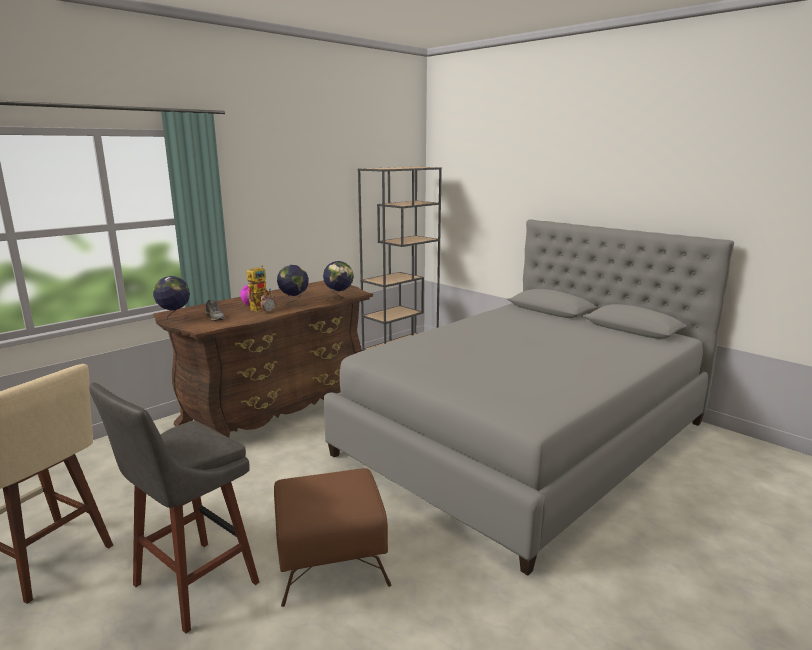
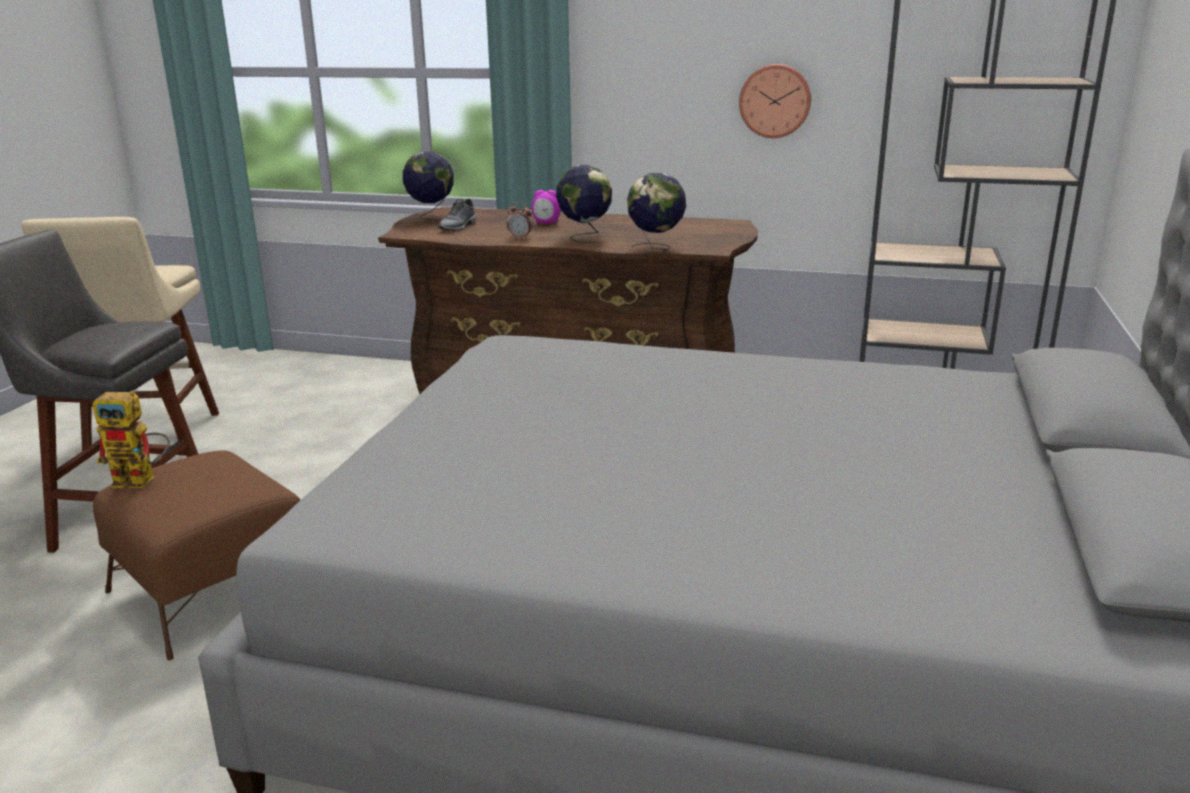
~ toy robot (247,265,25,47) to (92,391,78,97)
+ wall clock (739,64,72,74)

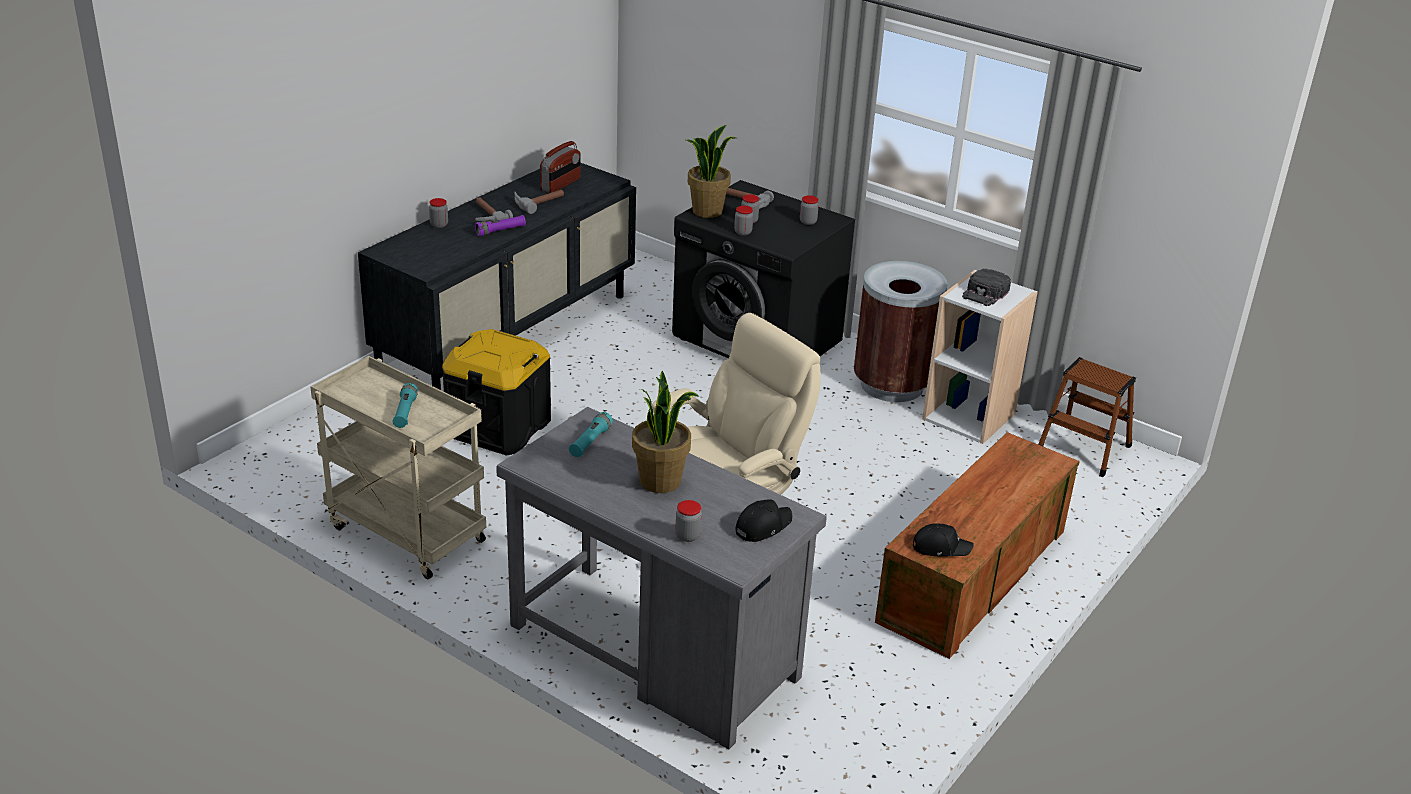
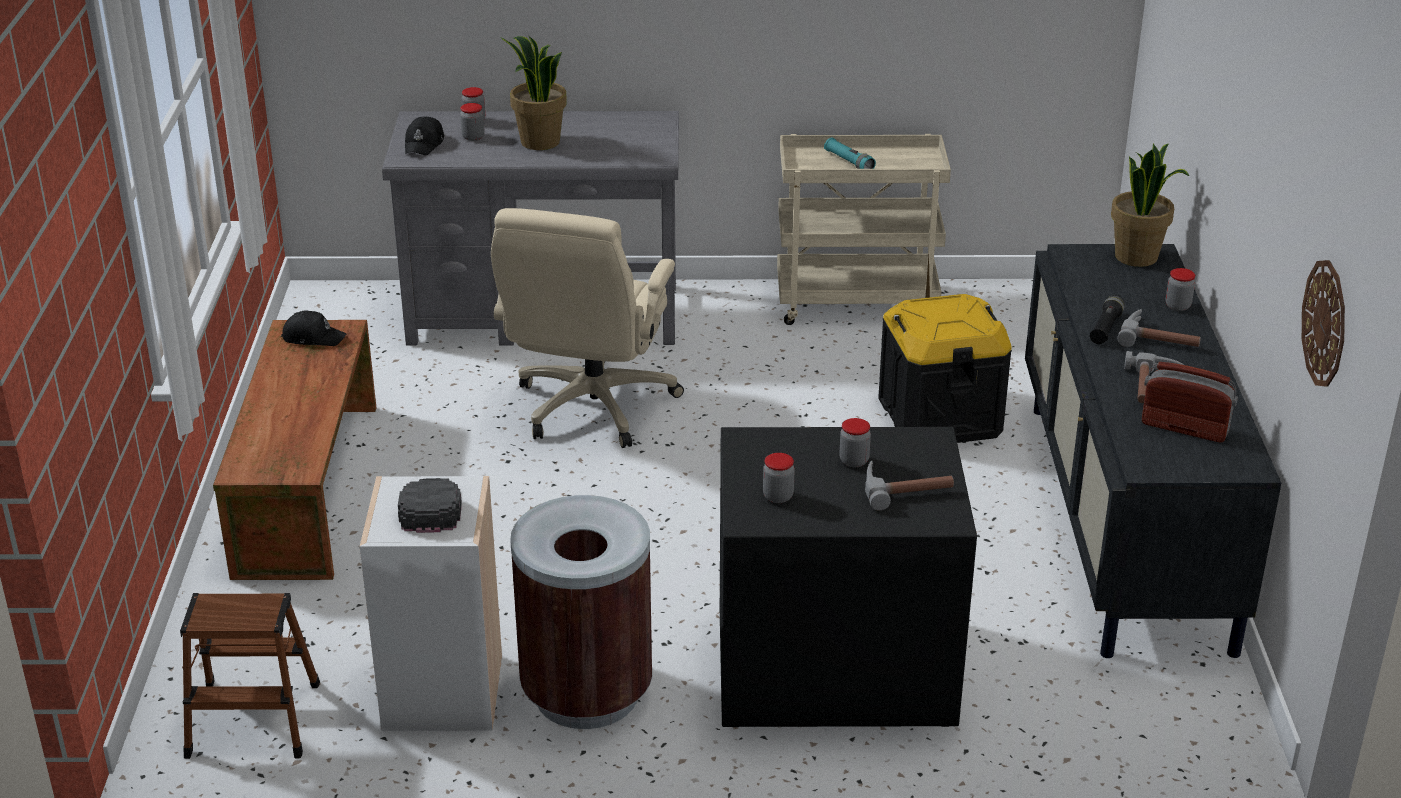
~ flashlight (purple) (475,215,51,21) to flashlight (black) (1090,295,35,49)
~ radio (540,141,41,52) = (1142,362,96,80) 120 degrees clockwise
- flashlight (turquoise) (569,412,44,45)
~ potted plant (686,125,50,93) to (1111,143,78,124)
~ jar (734,206,19,30) to (460,103,24,38)
~ cap (black) (913,523,61,34) = (281,311,66,35) 135 degrees counterclockwise
+ wall clock (1302,260,43,127)

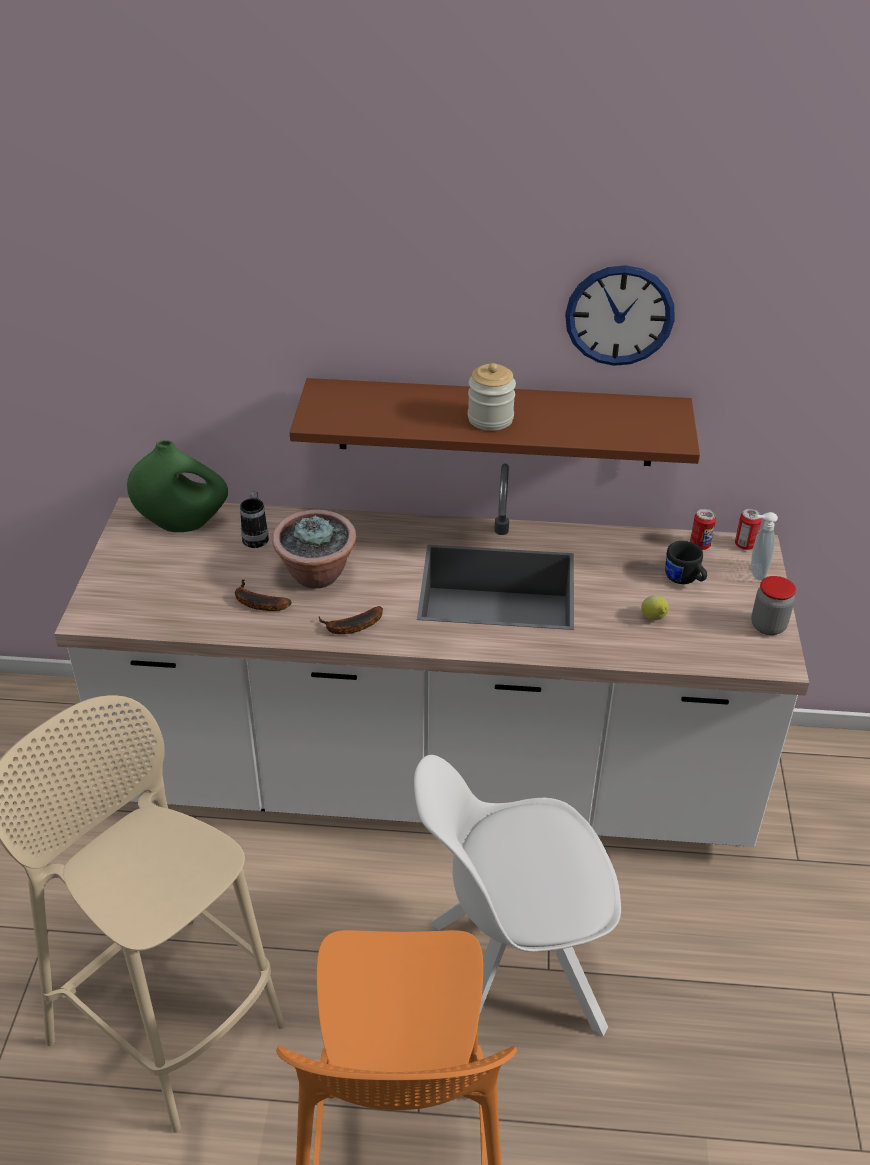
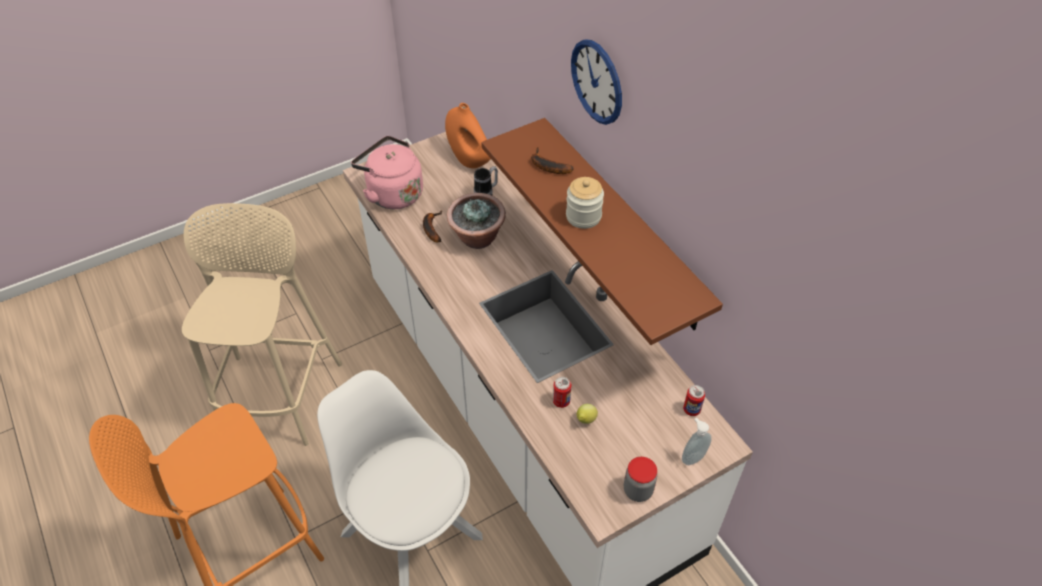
~ vase (green) (127,440,101,92) to vase (orange) (445,103,46,65)
~ banana (319,606,64,28) to (531,147,43,27)
~ wall clock (565,265,110,101) to (571,39,51,86)
- mug (black) (665,541,42,43)
~ can (735,509,27,41) to (553,377,18,31)
+ kettle (pink) (351,136,72,73)

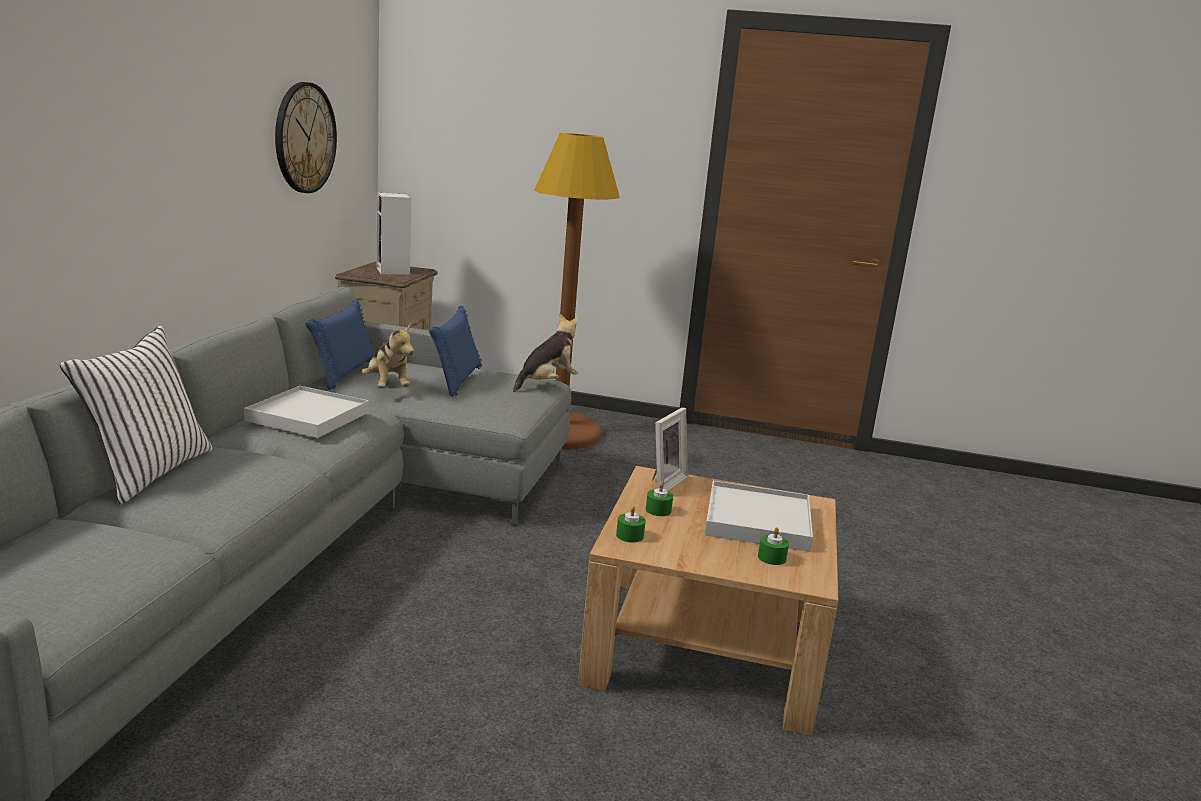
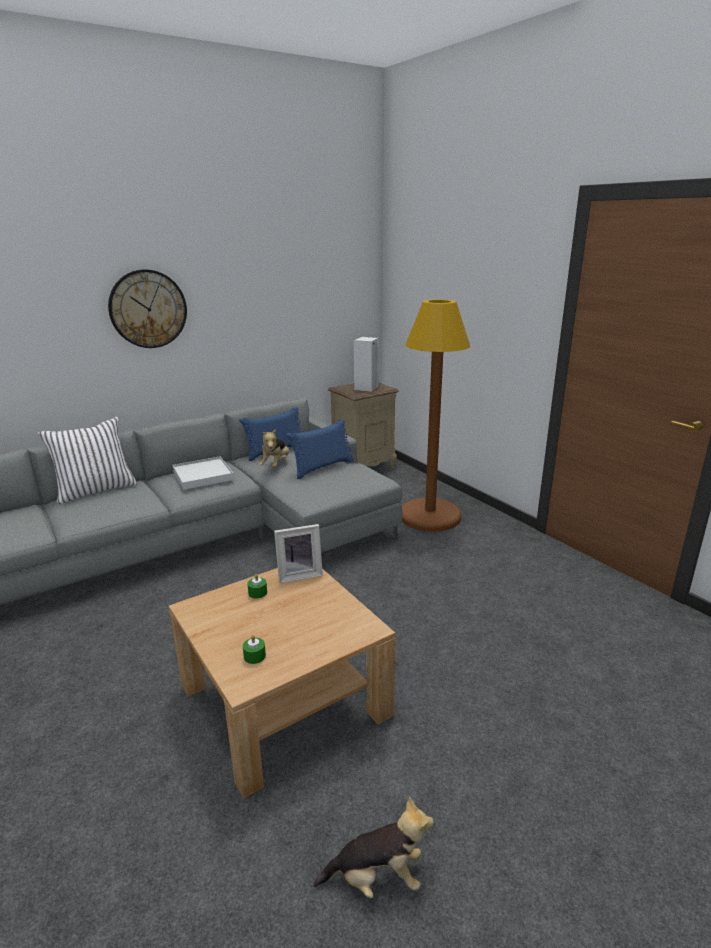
~ wall clock (275,82,62,111) to (108,269,79,79)
~ plush toy (513,313,66,79) to (313,796,121,103)
- candle (green) (616,506,30,36)
- tray (white) (705,481,108,71)

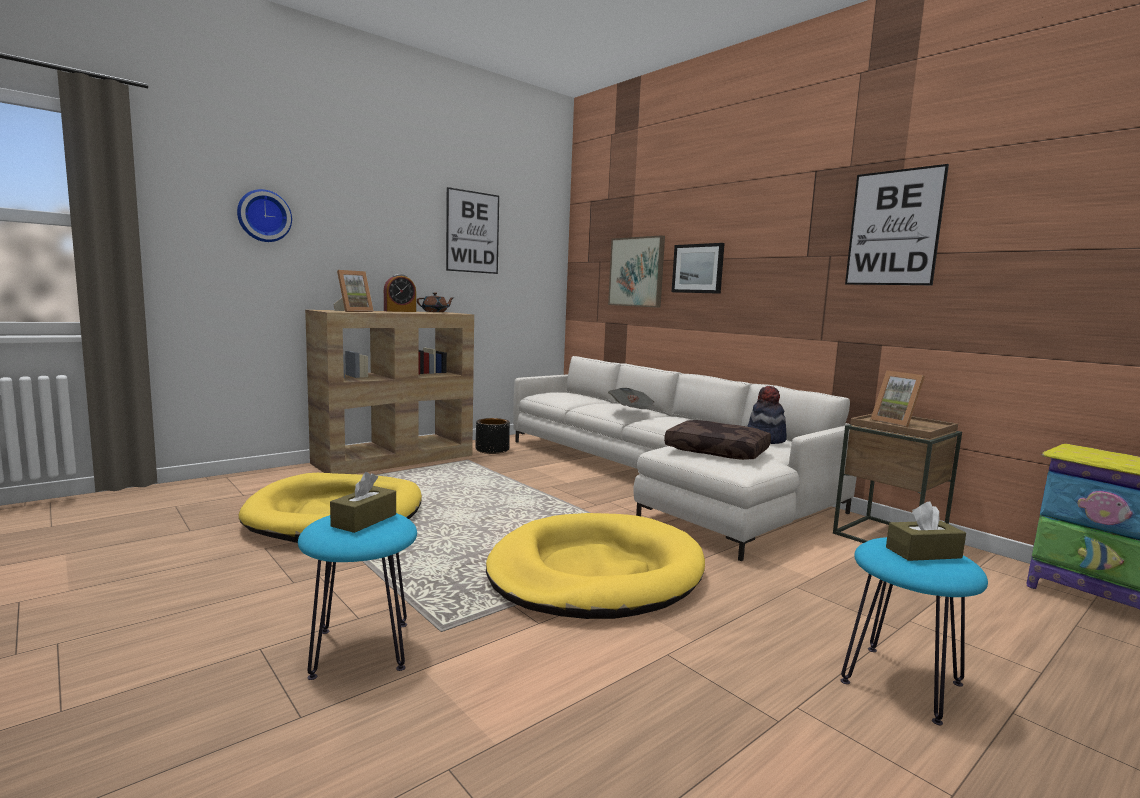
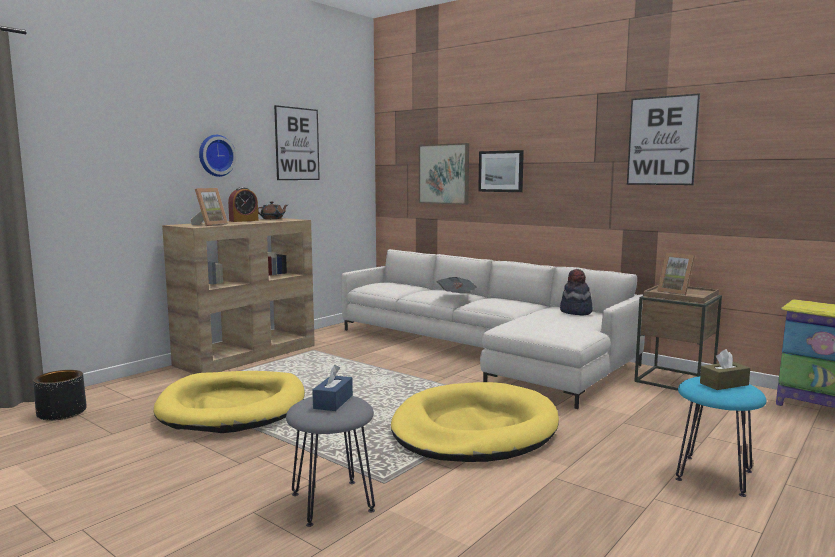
~ wall clock (237,189,55,53) to (199,135,37,42)
~ stool (turquoise) (298,513,119,167) to stool (grey) (286,396,89,131)
~ tissue box (brown) (330,472,66,61) to tissue box (blue) (312,365,41,46)
~ planter (black) (475,418,35,36) to (33,370,53,51)
- pillow (brown) (664,420,107,40)

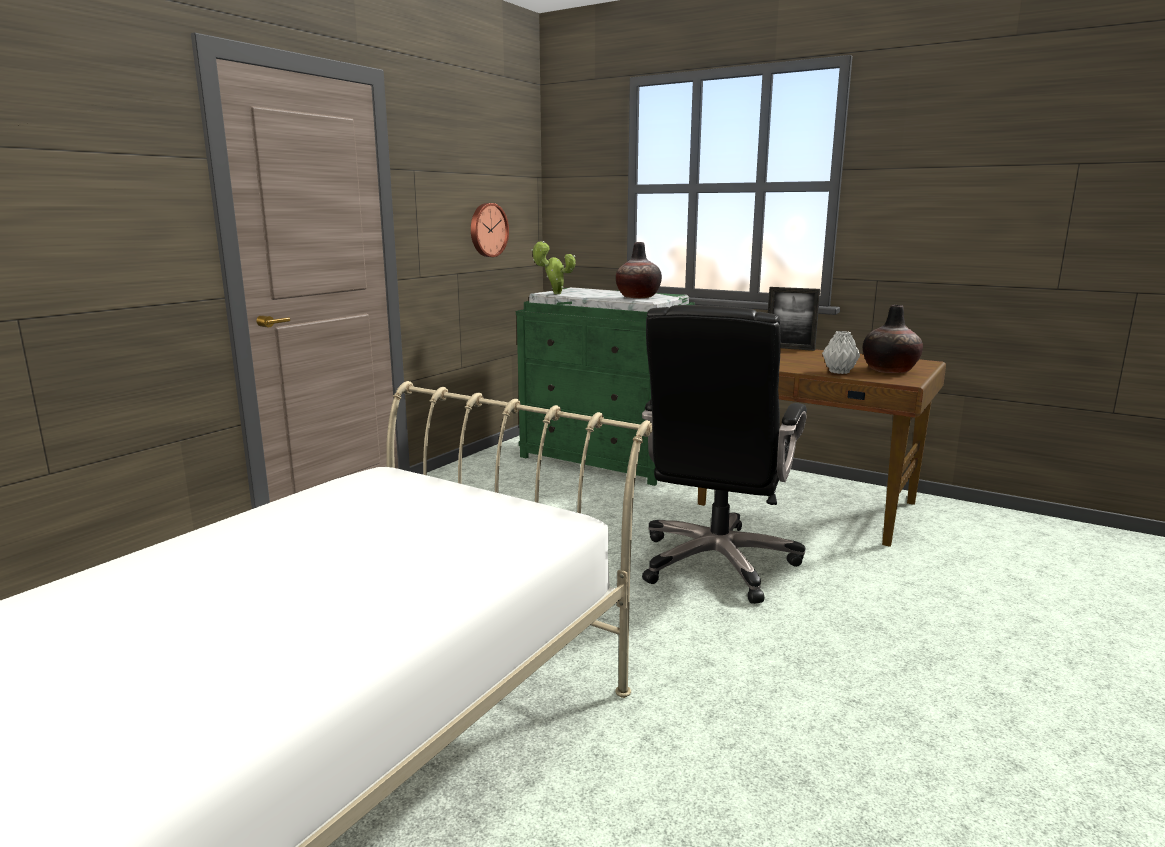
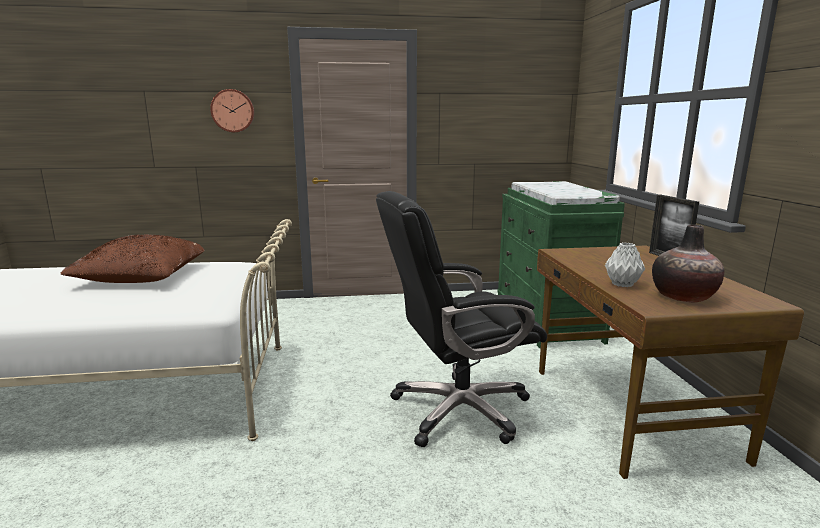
~ wall clock (471,203,38,54) to (210,89,44,43)
- potted plant (531,241,45,53)
- vase (616,242,46,56)
+ pillow (brown) (60,234,145,49)

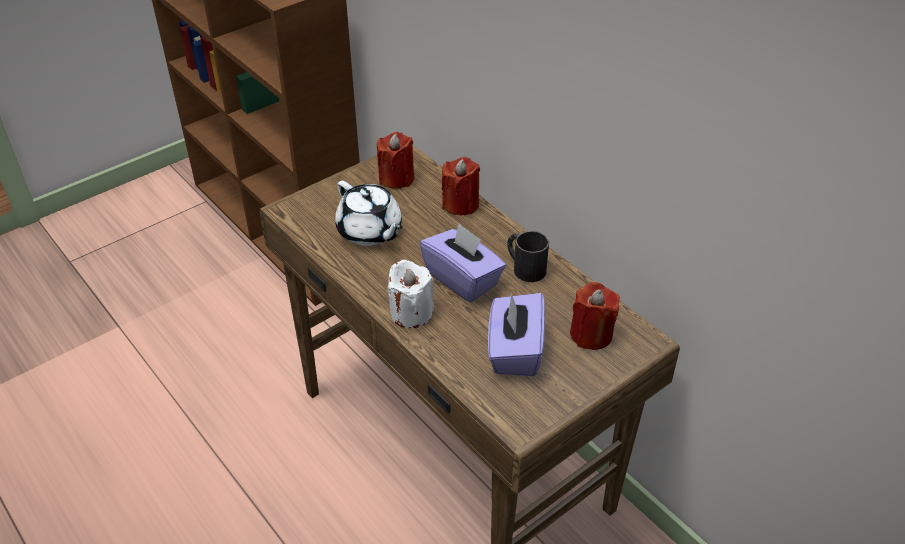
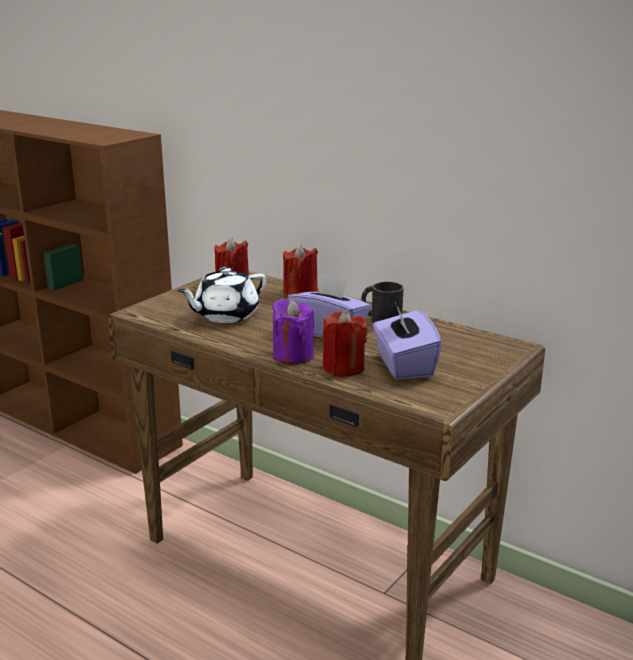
~ teapot (white) (335,181,67,65) = (177,267,89,56) 105 degrees clockwise
~ candle (white) (388,259,46,69) to candle (purple) (272,299,42,65)
~ candle (red) (570,282,50,68) to (322,310,45,66)

